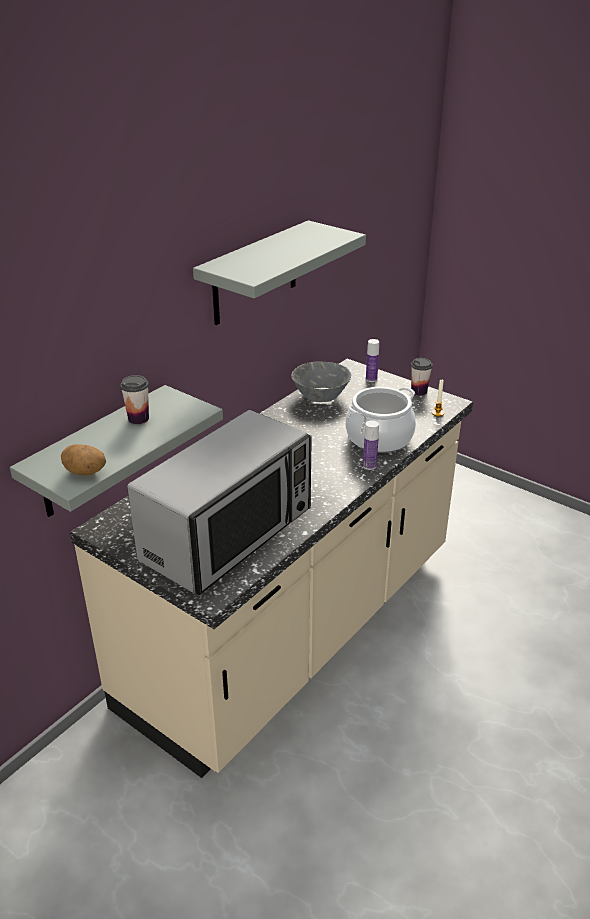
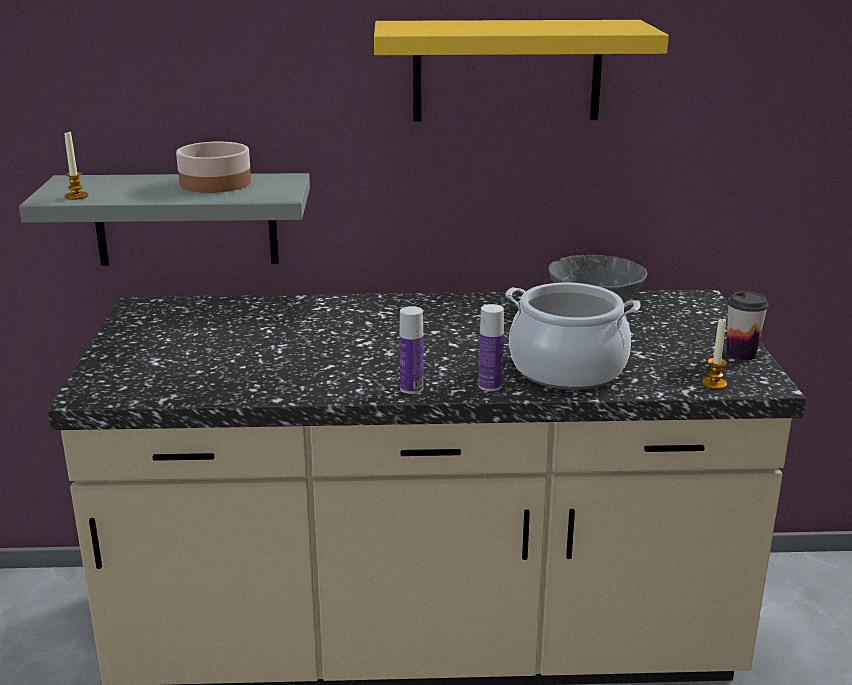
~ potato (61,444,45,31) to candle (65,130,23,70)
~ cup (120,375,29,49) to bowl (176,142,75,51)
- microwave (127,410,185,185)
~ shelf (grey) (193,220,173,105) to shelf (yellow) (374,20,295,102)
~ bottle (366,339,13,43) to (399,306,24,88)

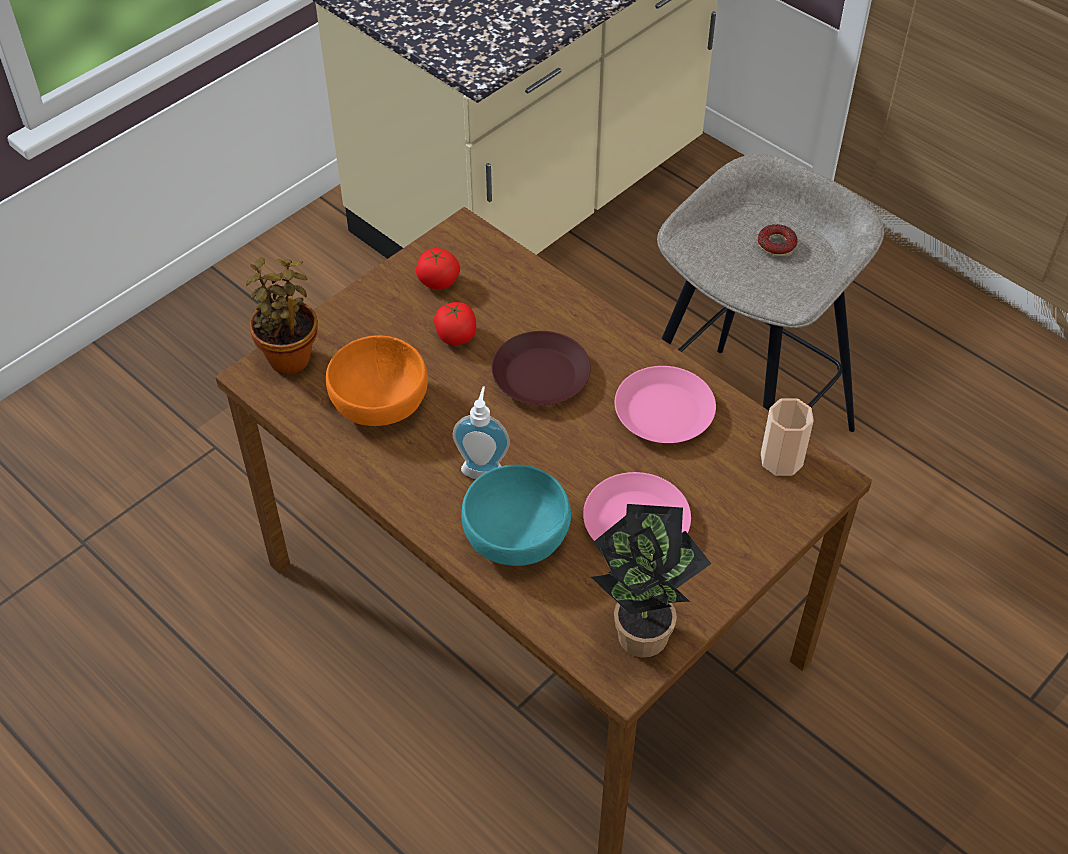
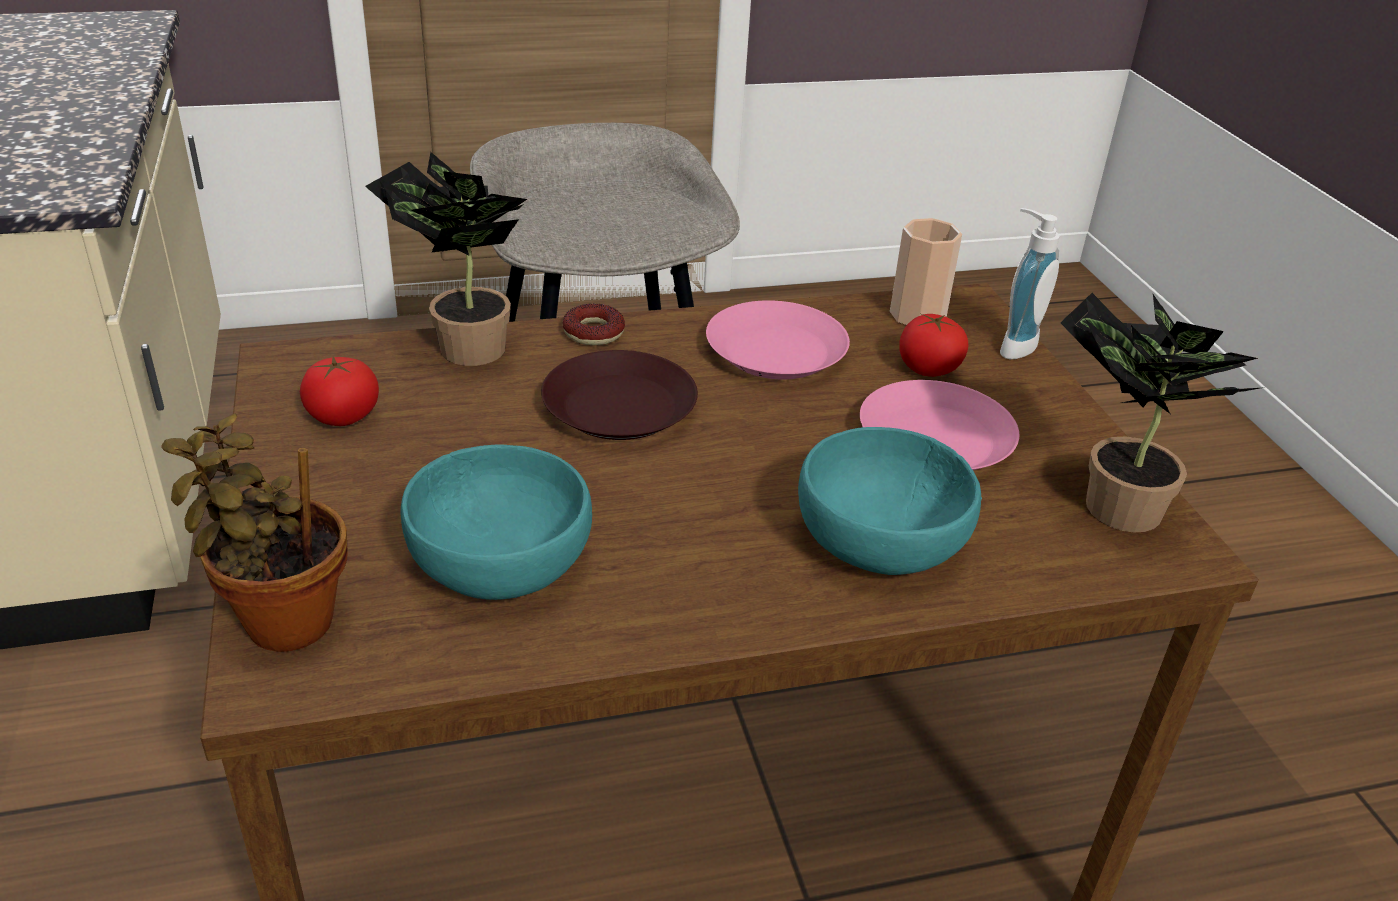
~ bowl (orange) (326,335,102,91) to bowl (turquoise) (400,444,192,156)
~ tomato (434,302,42,43) to (899,314,70,63)
~ soap dispenser (453,387,57,92) to (1000,208,60,151)
~ donut (758,224,40,32) to (563,304,62,42)
+ potted plant (365,152,162,214)

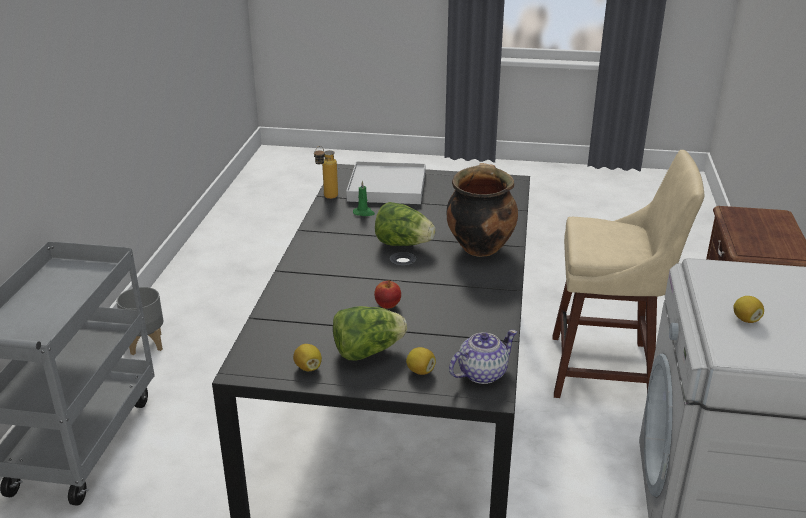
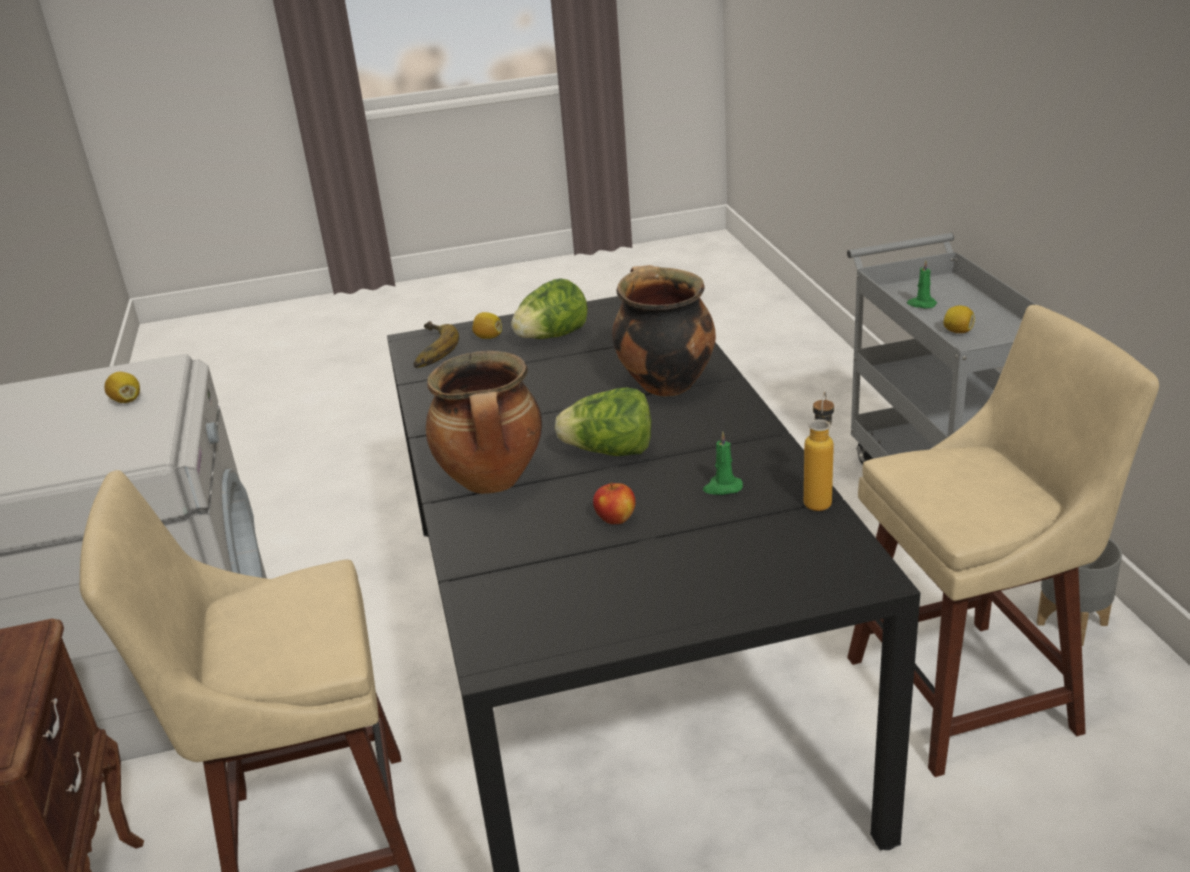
~ lemon (293,344,29,27) to (943,305,32,28)
- tray (white) (346,161,79,43)
~ apple (374,280,27,29) to (593,483,43,41)
~ teapot (449,330,68,54) to banana (414,321,45,47)
+ cooking pot (612,265,104,131)
+ chair (beige) (847,305,312,472)
+ candle (green) (907,260,30,48)

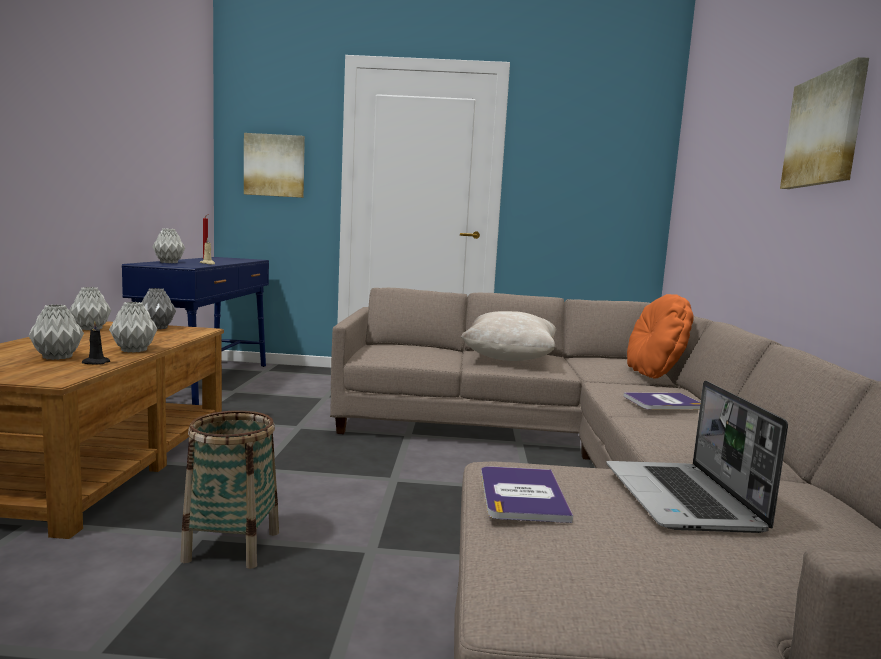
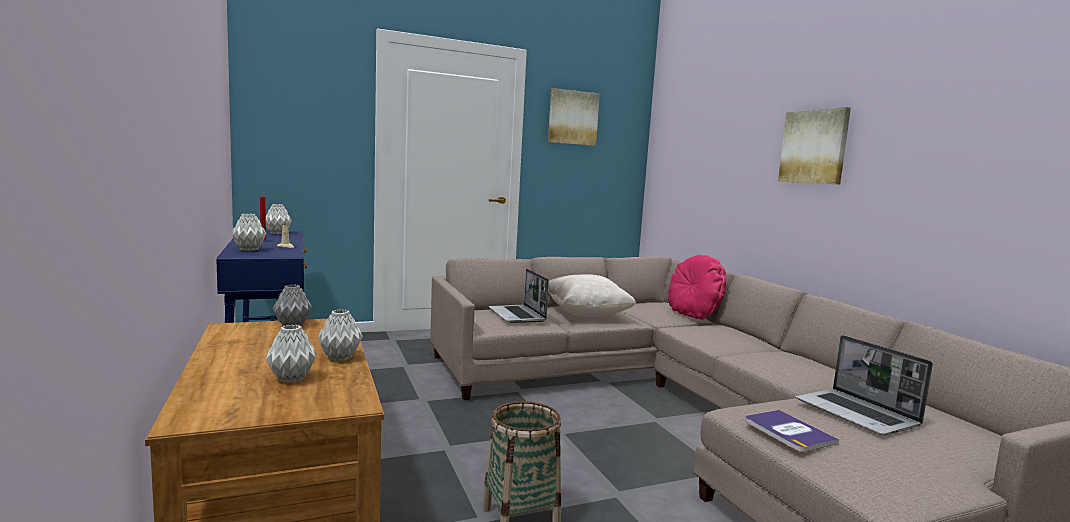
~ vase (grey) (69,287,42,43) to (266,204,26,30)
- candle (black) (82,321,28,43)
~ picture (244,133,61,65) to (548,88,52,58)
- book (623,393,78,17)
~ pillow (orange) (627,294,67,85) to pillow (pink) (668,255,58,65)
+ laptop (488,269,61,54)

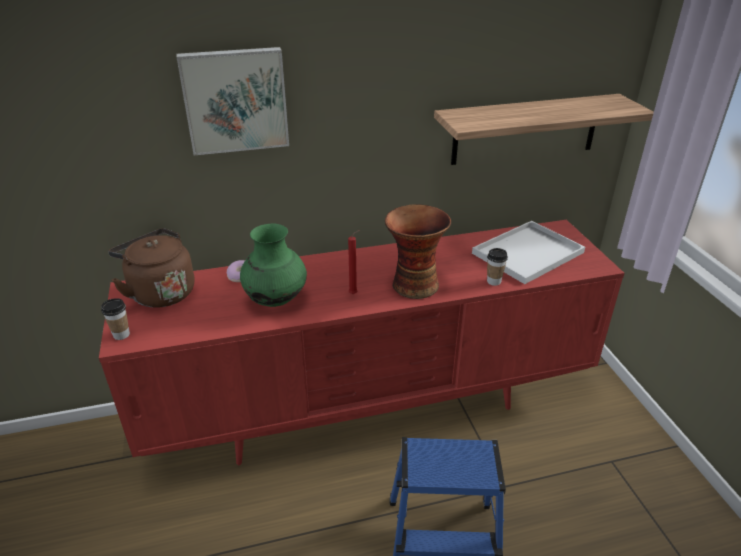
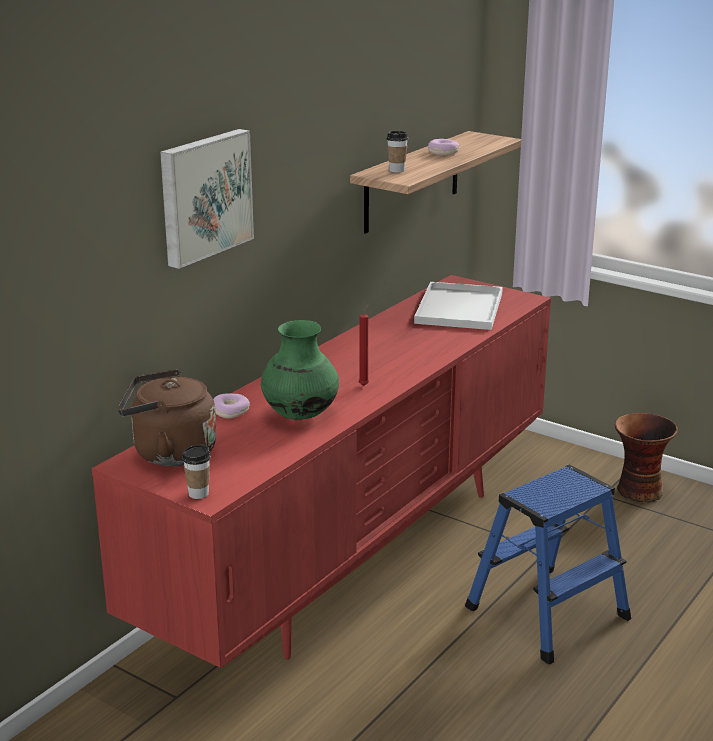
~ vase (385,204,66,95) to (615,413,63,90)
~ cup (487,248,21,38) to (387,131,21,41)
+ donut (428,139,31,16)

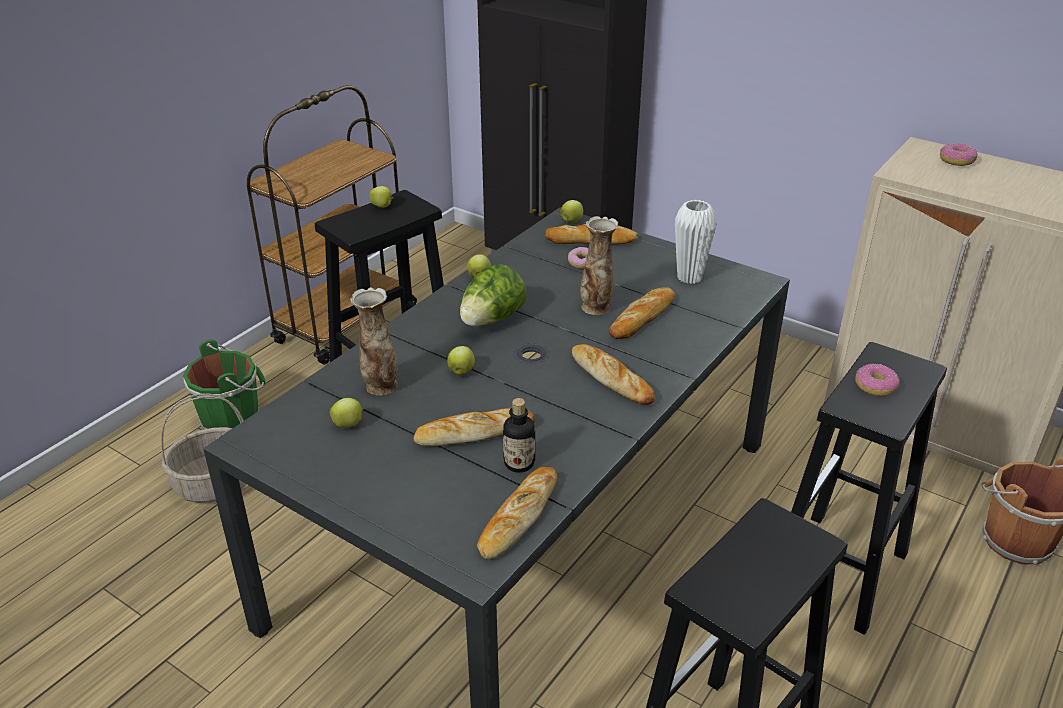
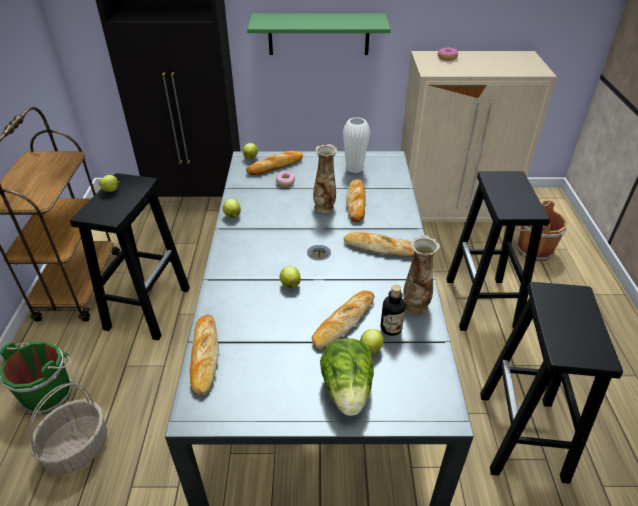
~ apple (330,398,34,29) to (360,329,24,25)
~ vase (350,287,48,108) to (403,235,37,79)
~ lettuce (460,264,67,63) to (320,338,54,78)
~ bread (477,467,80,92) to (190,315,29,80)
- donut (855,363,45,33)
+ shelf (green) (247,14,144,41)

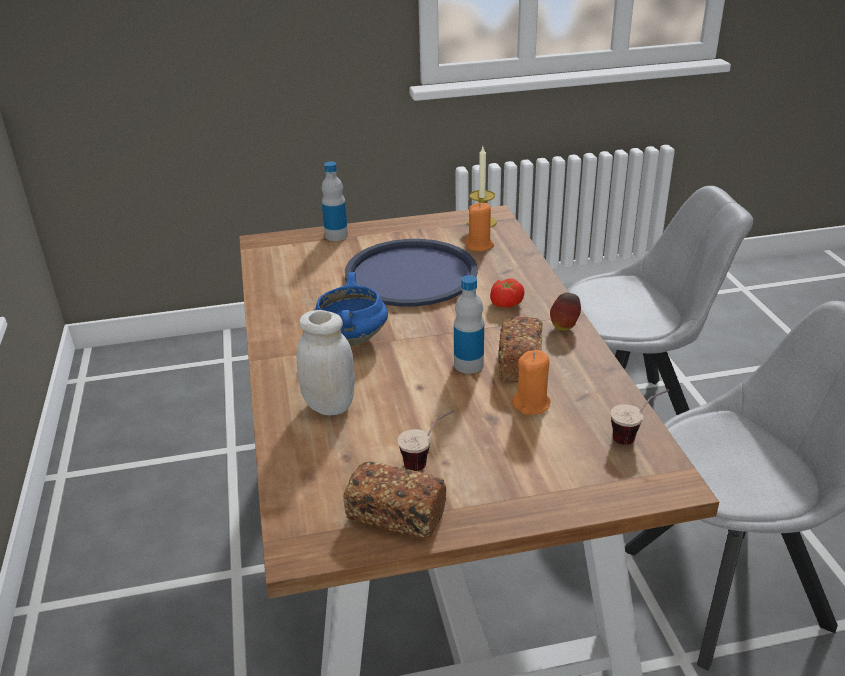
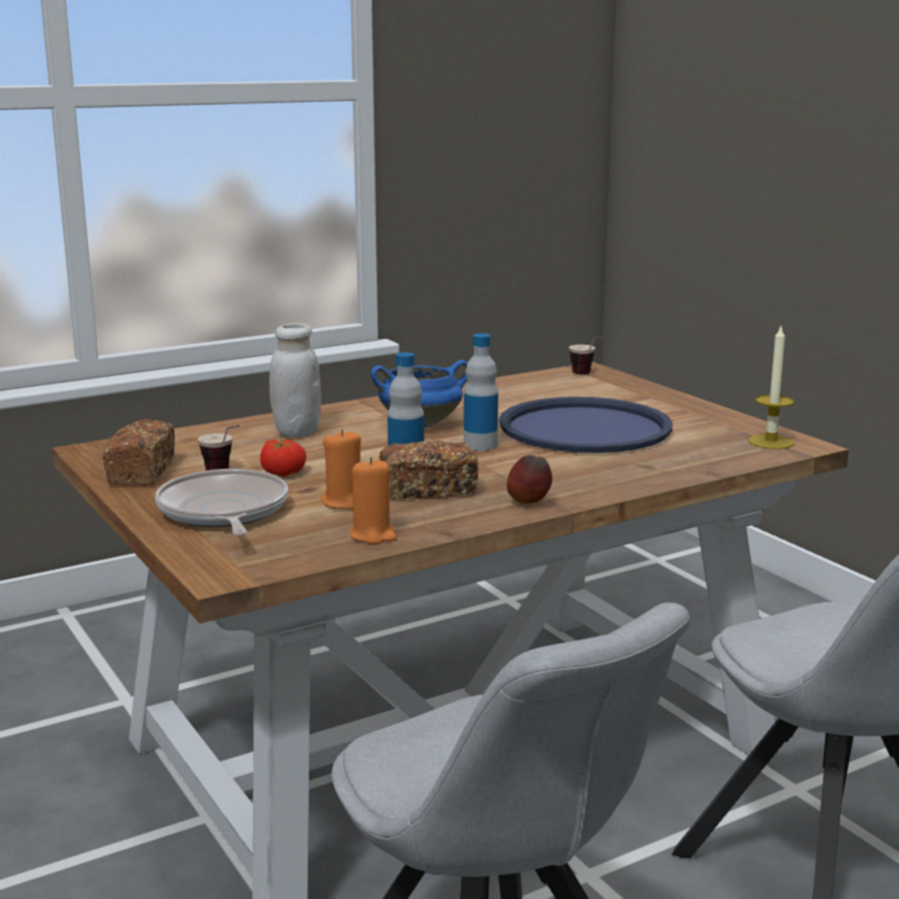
~ bottle (322,162,26,79) to (464,333,34,118)
~ candle (orange) (466,203,28,48) to (350,457,47,87)
~ tomato (490,279,35,29) to (260,439,46,38)
~ cup (610,389,60,56) to (569,336,36,38)
+ frying pan (155,469,133,67)

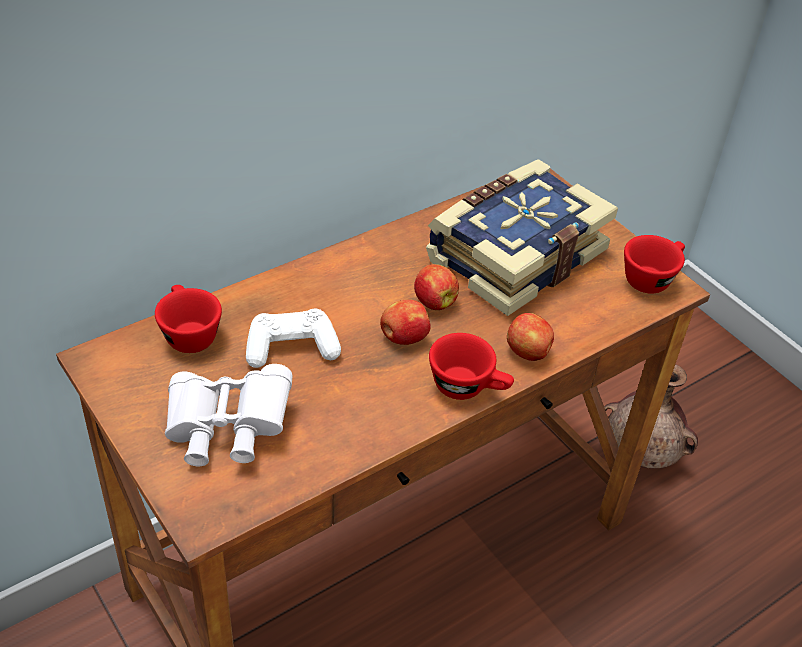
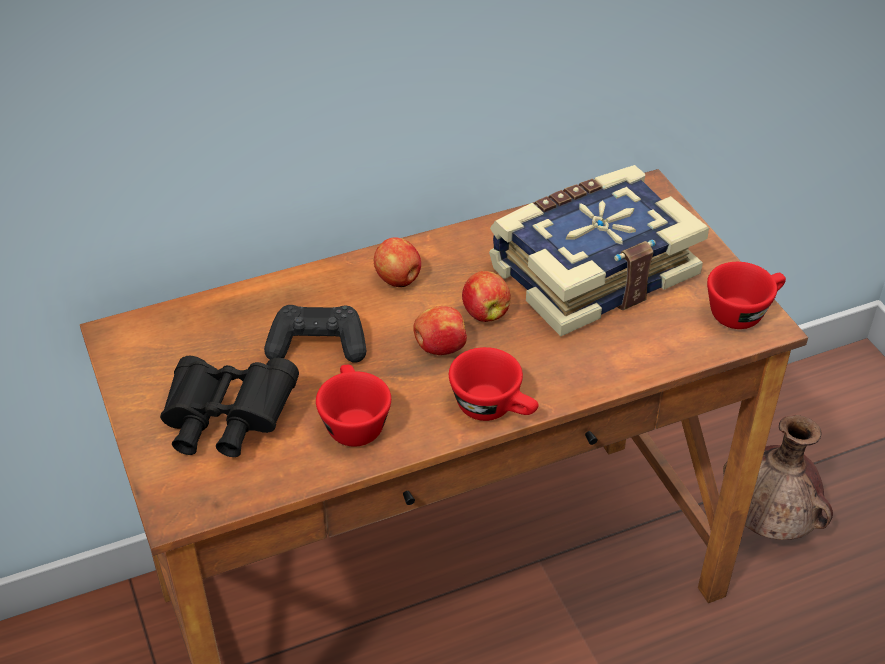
~ cup (red) (155,285,67,68) to (316,365,75,82)
~ binoculars (white) (165,364,127,102) to binoculars (black) (160,356,139,101)
~ game controller (white) (246,309,95,59) to game controller (black) (264,305,103,58)
~ apple (507,313,47,48) to (374,237,47,50)

